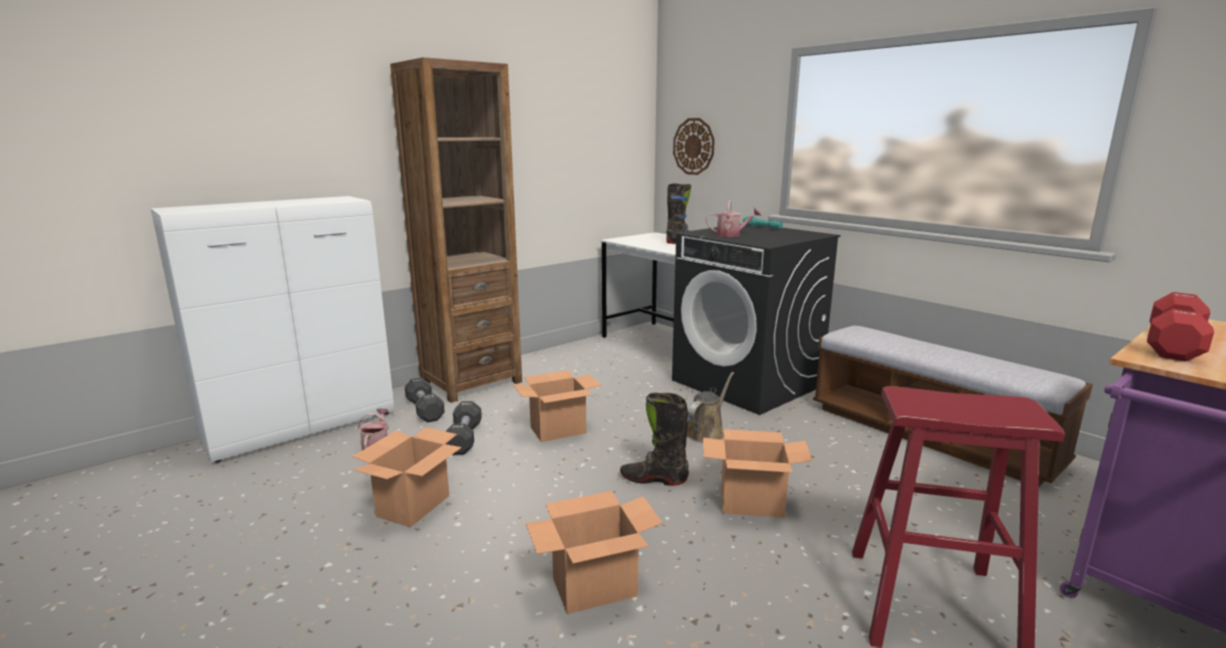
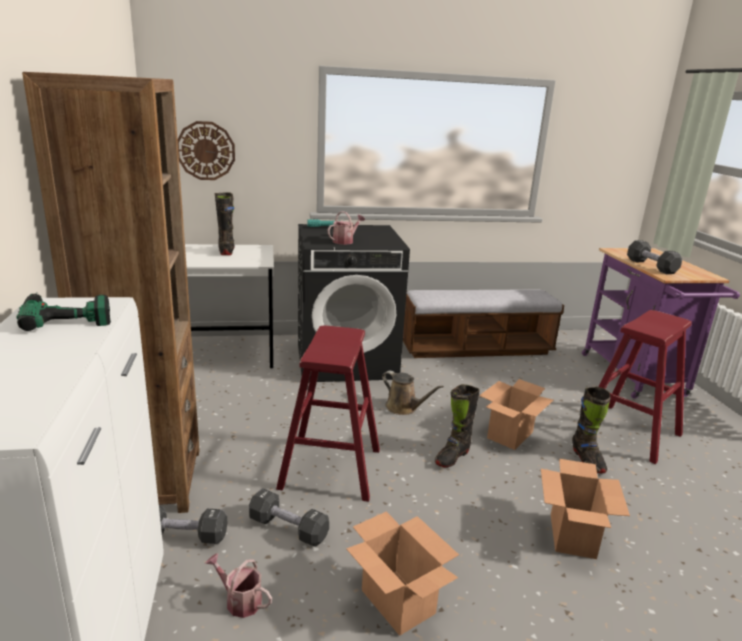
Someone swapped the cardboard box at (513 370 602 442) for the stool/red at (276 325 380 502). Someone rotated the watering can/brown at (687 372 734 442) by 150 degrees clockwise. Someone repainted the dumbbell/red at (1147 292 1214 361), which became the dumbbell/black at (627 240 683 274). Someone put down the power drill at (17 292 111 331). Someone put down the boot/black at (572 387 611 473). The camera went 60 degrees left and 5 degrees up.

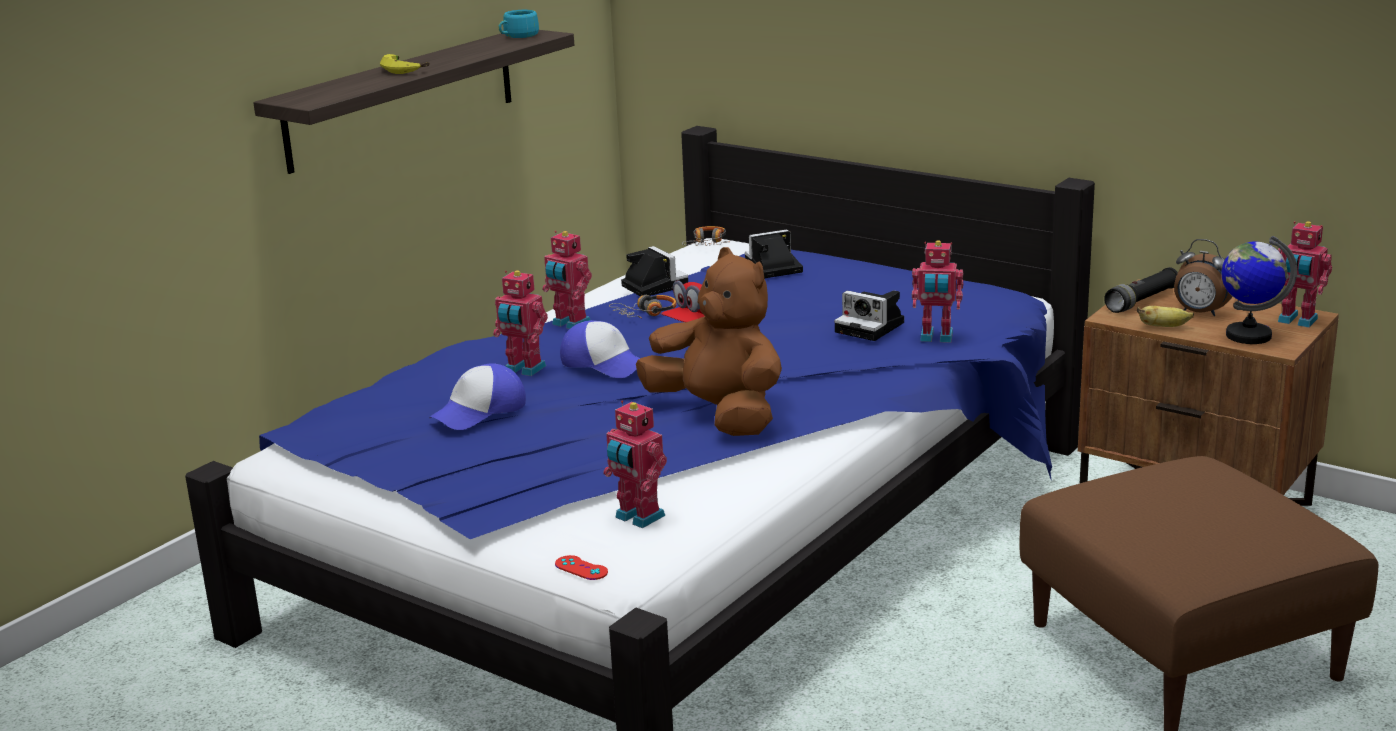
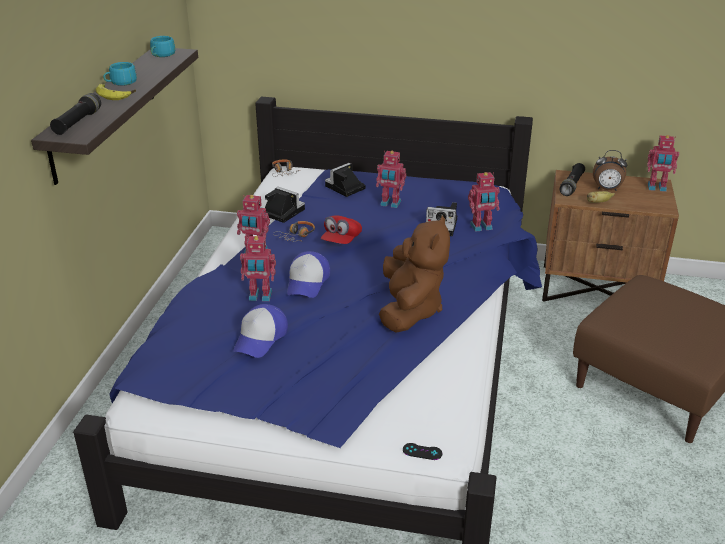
Someone repainted the game controller/red at (555 555 608 580), which became the game controller/black at (403 443 442 460). Someone rotated the cap at (560 320 640 378) by 90 degrees clockwise. Someone carried the toy robot from (603 401 667 528) to (376 151 406 208). Someone rotated the plush toy/brown at (636 247 782 436) by 75 degrees clockwise. Someone took away the globe at (1222 236 1297 344). Someone put down the flashlight/black at (50 93 101 135). Someone put down the cup/turquoise at (103 62 137 86). The camera went 25 degrees left and 10 degrees up.

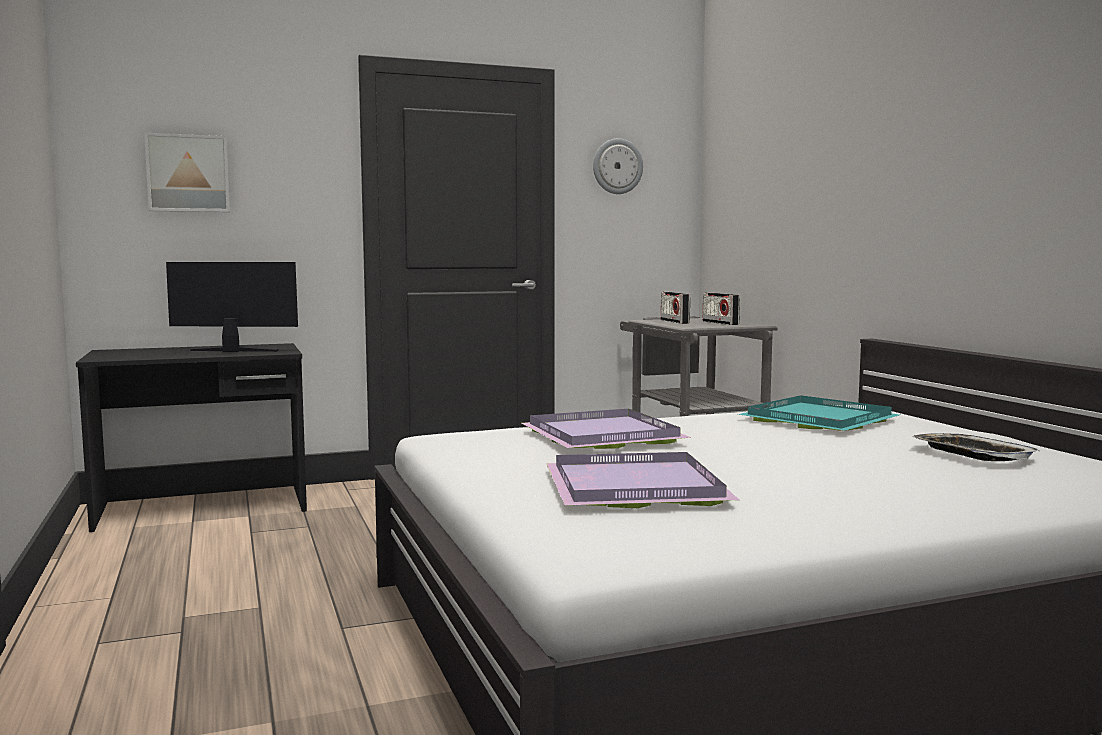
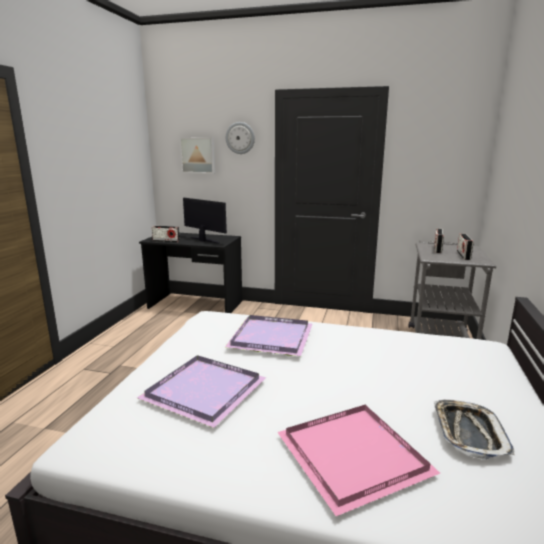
Someone carried the wall clock from (593 138 643 194) to (226 122 255 154). Someone took away the tray/turquoise at (738 395 900 431). Someone put down the radio at (152 226 180 242). Someone put down the tray/pink at (277 405 440 516). The camera went 35 degrees right and 10 degrees up.

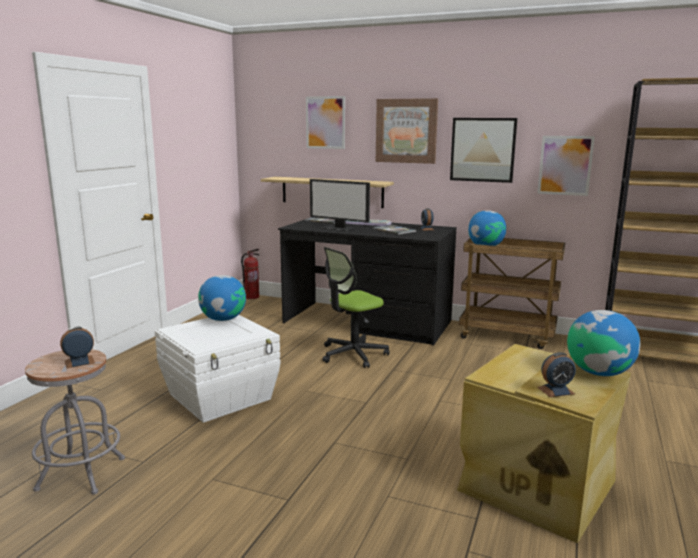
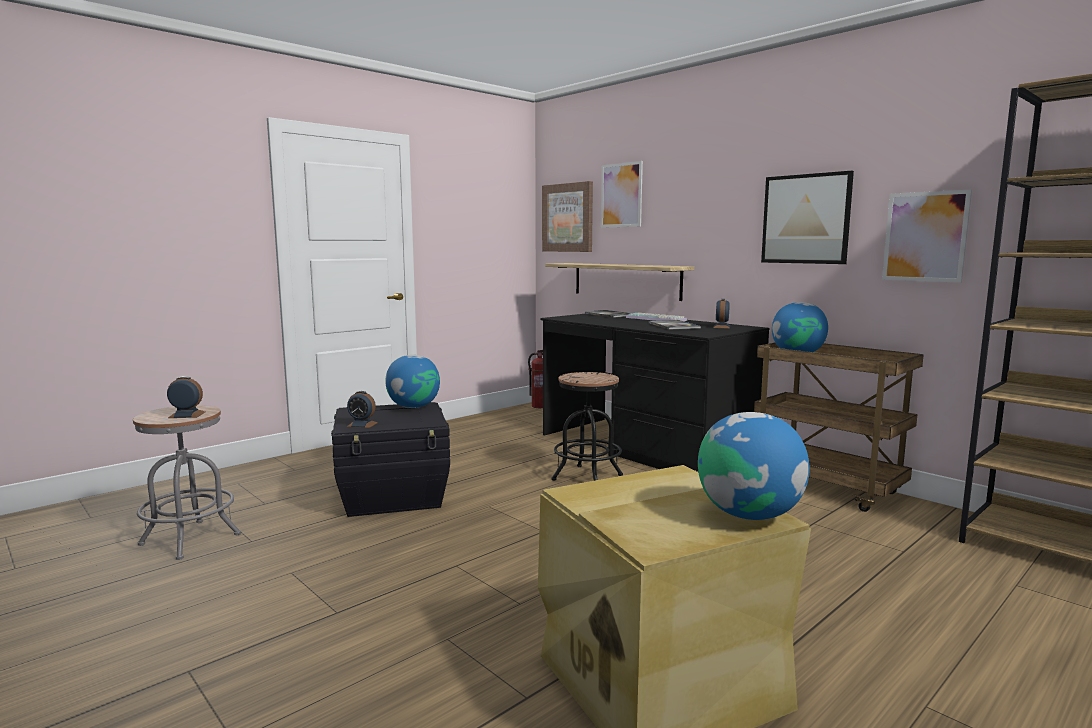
Someone repainted the storage box/white at (155 315 281 423), which became the storage box/black at (331 402 450 517). Someone took away the monitor at (310 179 370 231). Someone swapped the office chair at (322 247 389 368) for the stool/black at (551 372 623 481). Someone carried the picture from (376 98 438 164) to (542 181 593 252). Someone carried the alarm clock from (537 352 576 397) to (347 391 377 428). The camera went 25 degrees right and 5 degrees down.

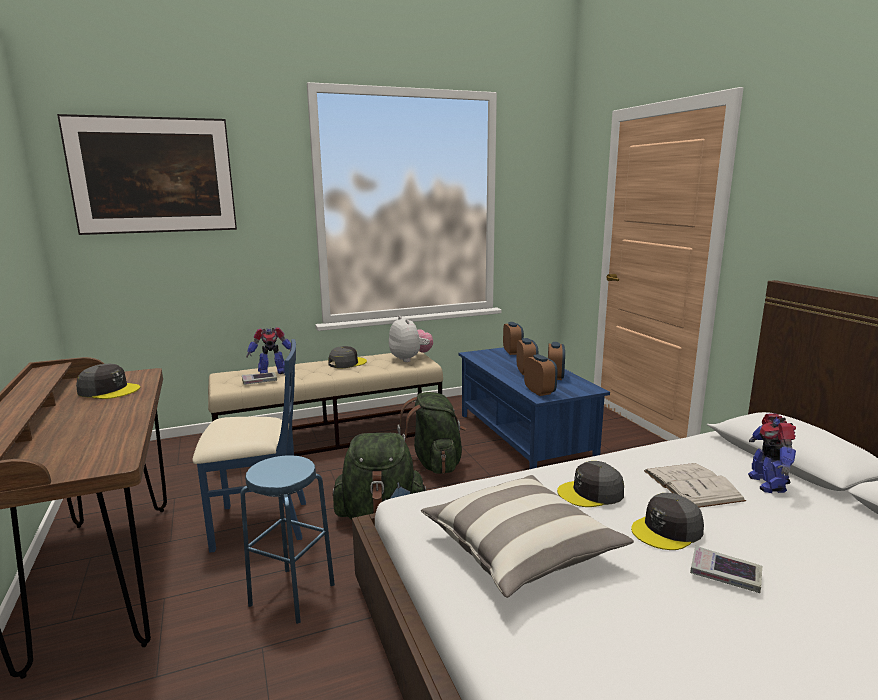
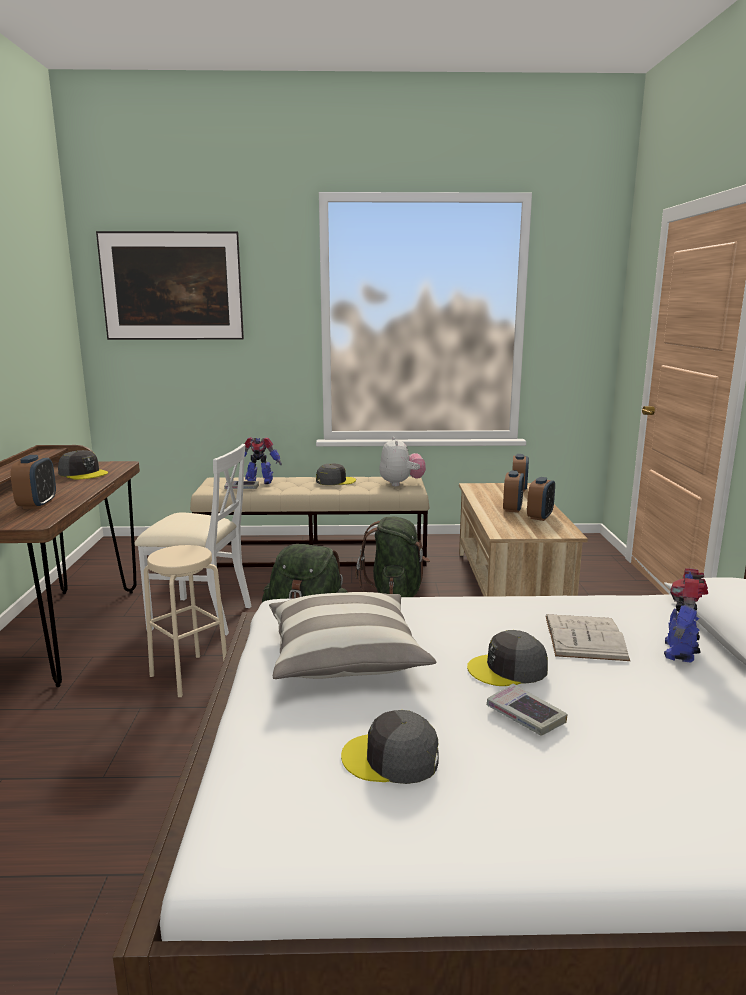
Someone repainted the chair/blue at (192 339 306 553), which became the chair/white at (134 444 251 635). Someone repainted the stool/blue at (240 455 335 624), which became the stool/beige at (144 545 227 697). Someone repainted the coffee table/blue at (459 347 610 469), which became the coffee table/beige at (459 483 588 597). Someone carried the alarm clock from (524 354 557 396) to (11 455 56 509). Someone carried the cap/grey from (557 461 624 507) to (341 710 439 784). The camera went 20 degrees right and 0 degrees up.

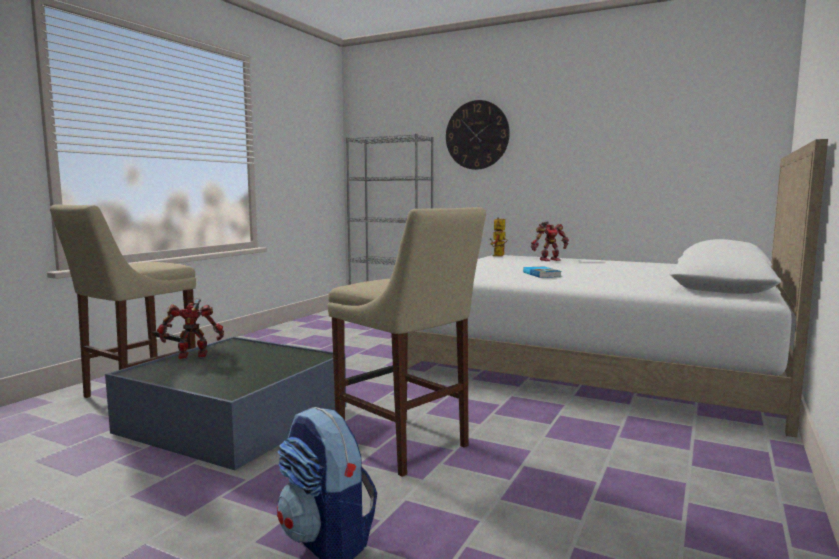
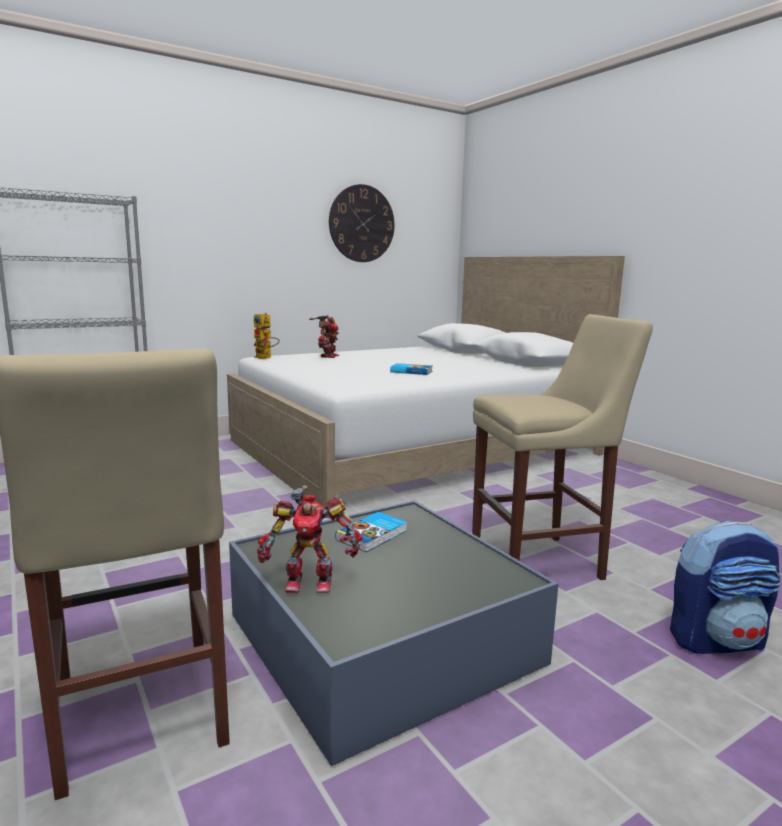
Someone rotated the toy robot at (157 299 224 359) by 105 degrees counterclockwise. Someone carried the wall clock from (446 100 510 170) to (329 184 395 262). Someone put down the book at (335 512 407 552). The camera went 60 degrees left and 5 degrees up.

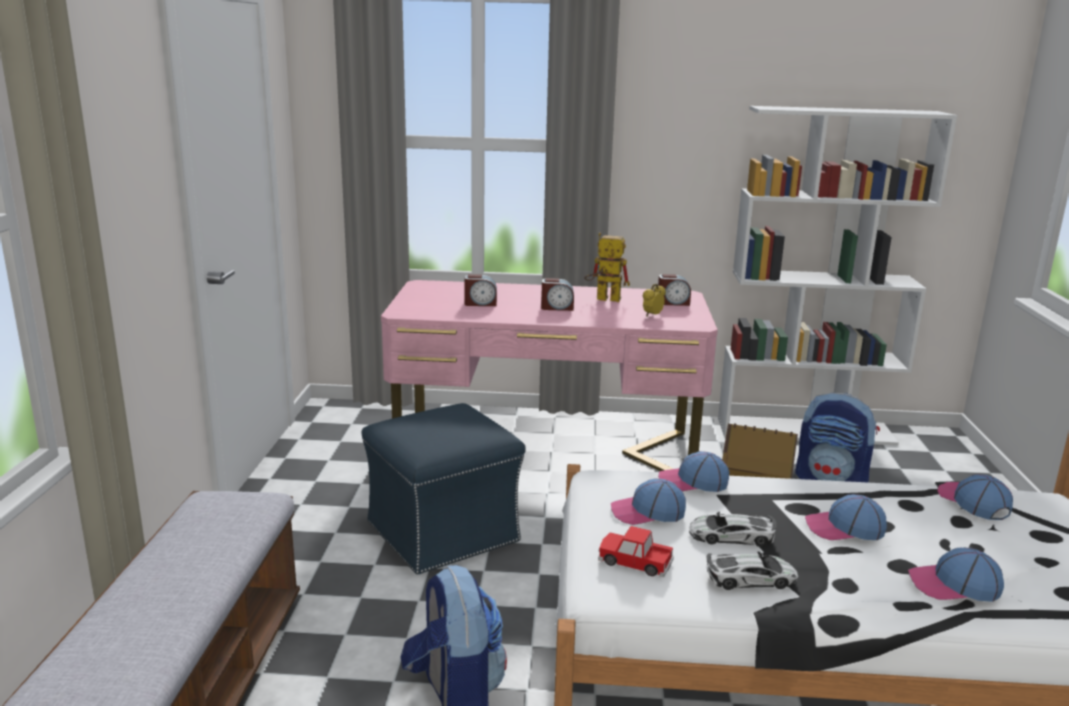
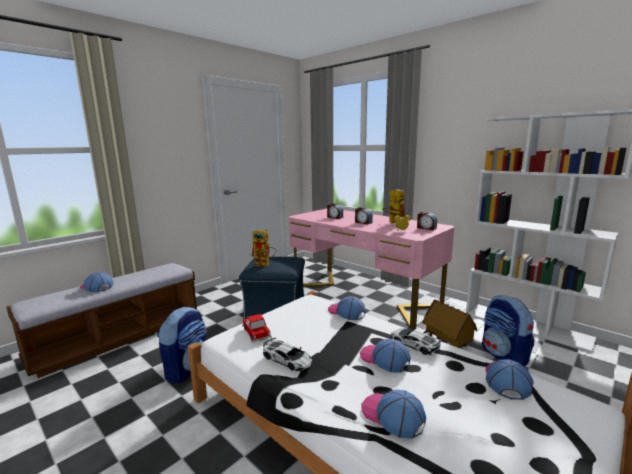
Someone carried the cap from (611 478 686 525) to (80 272 113 292). Someone carried the toy car from (689 512 777 547) to (390 328 442 355). Someone put down the toy robot at (251 229 277 267). The camera went 40 degrees right and 5 degrees down.

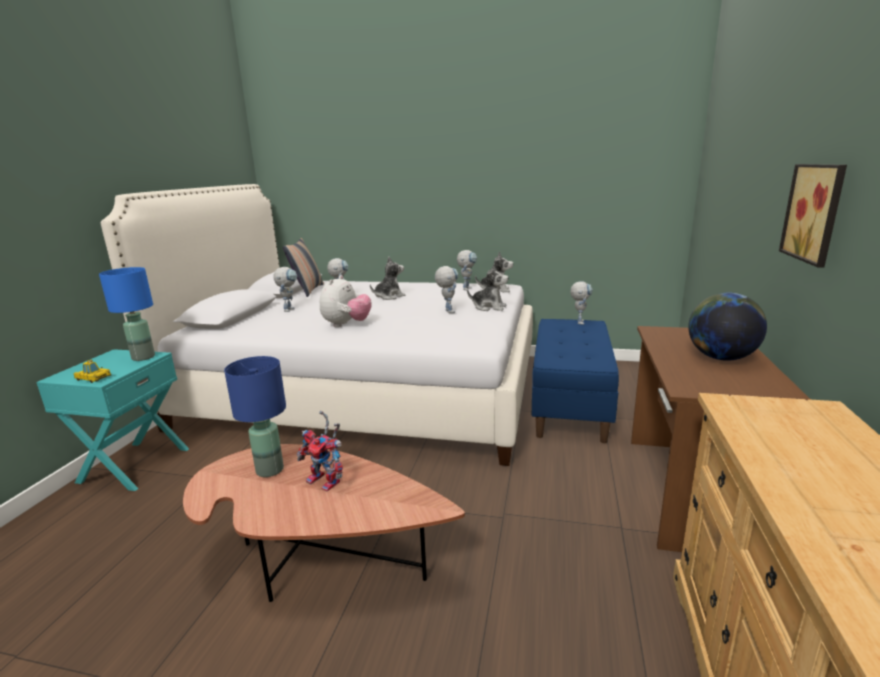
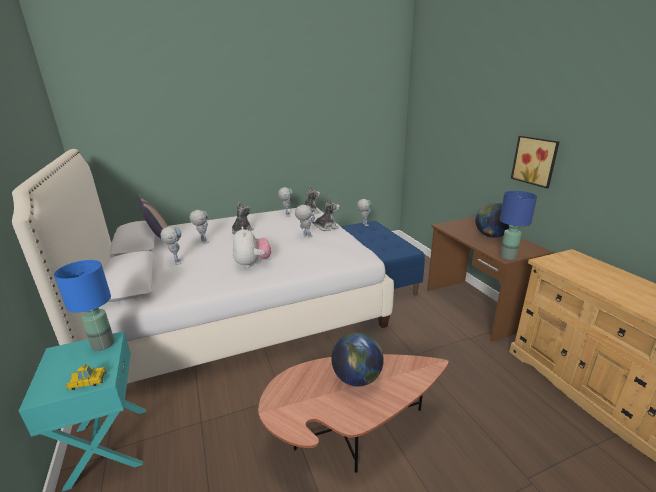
Someone carried the table lamp/blue from (224 356 286 477) to (500 191 537 260). Someone swapped the toy robot at (297 411 343 492) for the globe at (331 332 384 387). The camera went 35 degrees left and 5 degrees up.

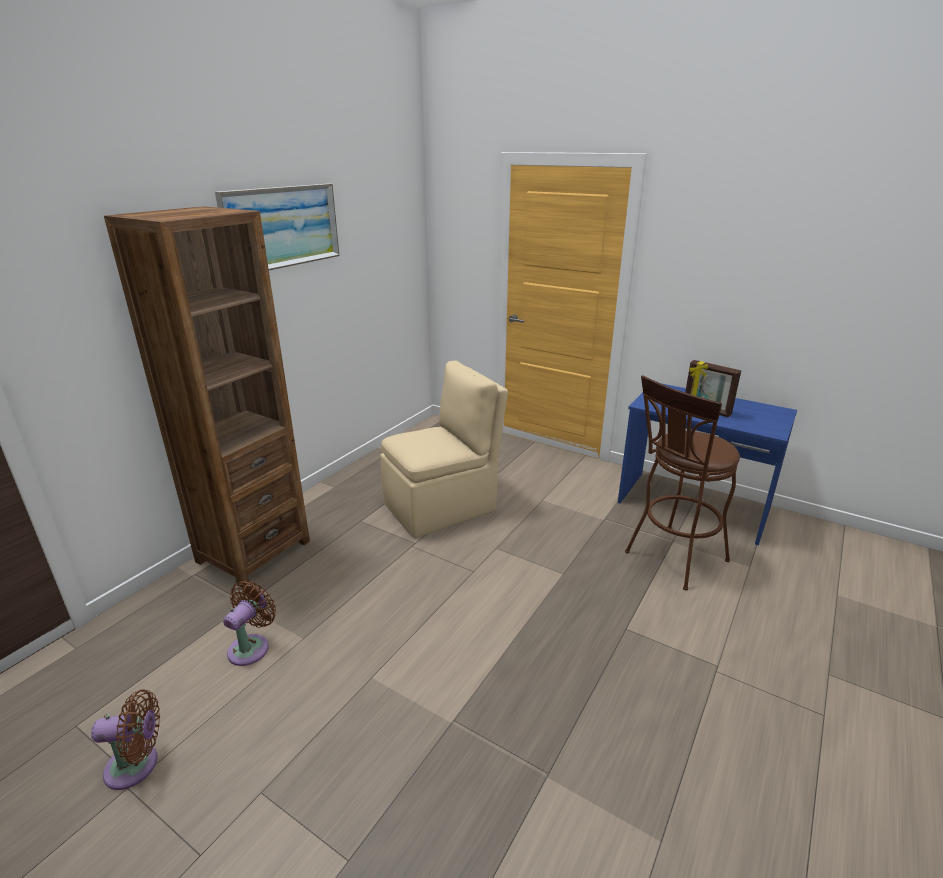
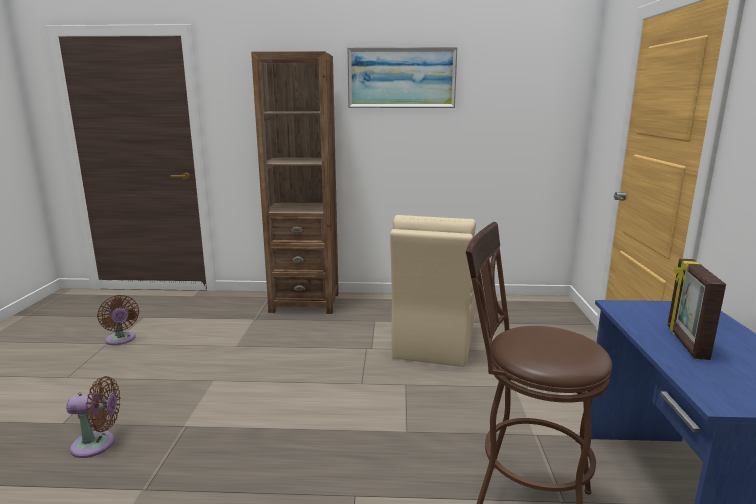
Someone carried the fan/brown from (223 580 276 666) to (66 376 121 458). Someone rotated the chair/beige at (380 361 508 538) by 75 degrees clockwise. The camera went 60 degrees right and 10 degrees down.

